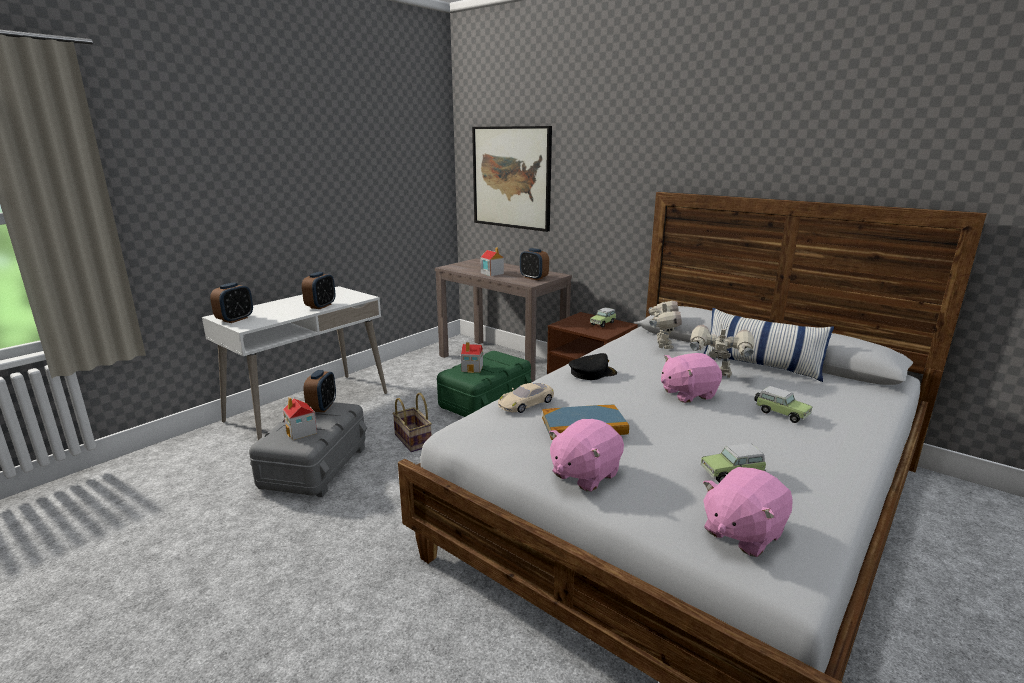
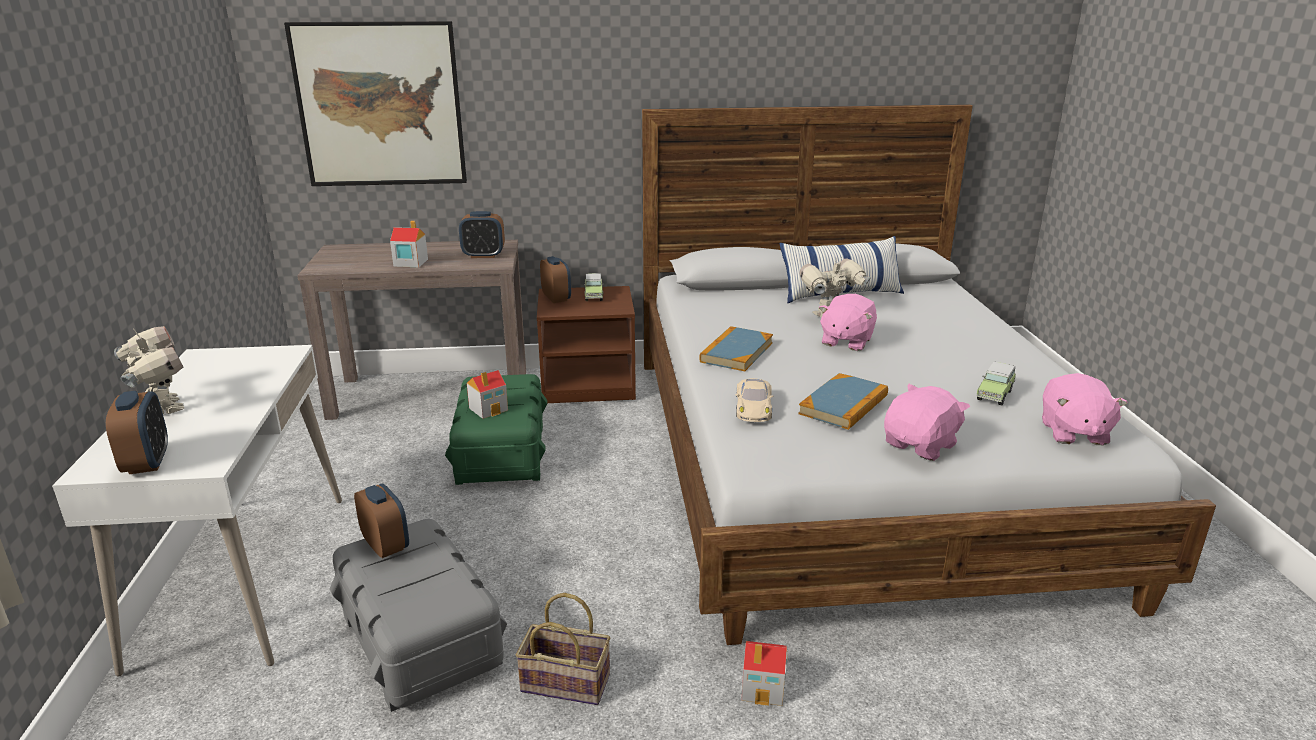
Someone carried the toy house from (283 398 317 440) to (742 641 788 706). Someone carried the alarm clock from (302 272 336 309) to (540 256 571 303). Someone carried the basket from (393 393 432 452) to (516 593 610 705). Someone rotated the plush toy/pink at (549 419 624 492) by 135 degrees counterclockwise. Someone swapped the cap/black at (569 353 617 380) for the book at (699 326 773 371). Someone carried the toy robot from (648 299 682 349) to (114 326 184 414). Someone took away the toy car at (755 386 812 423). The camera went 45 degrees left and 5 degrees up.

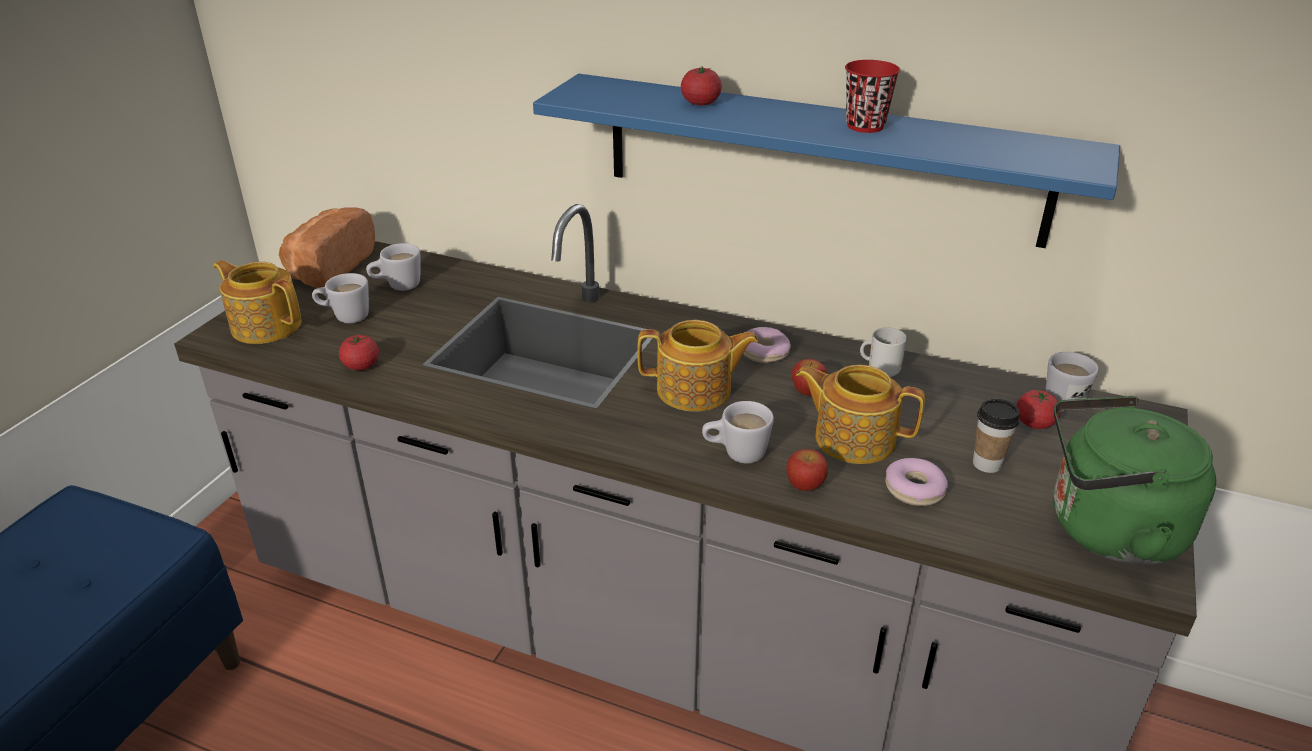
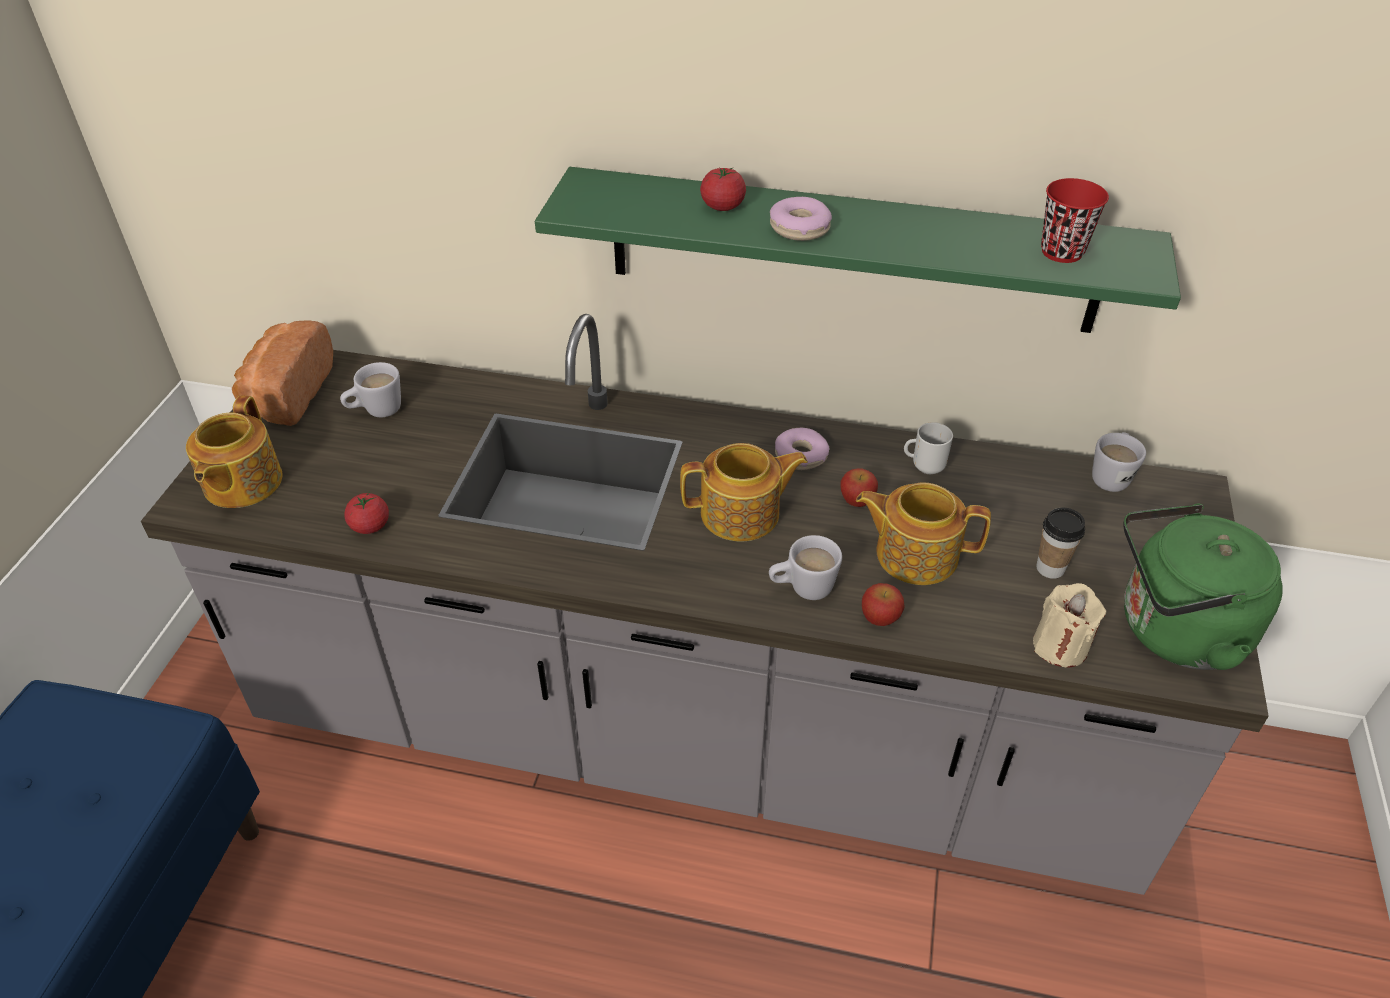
Someone rotated the teapot at (213 260 302 344) by 105 degrees counterclockwise. Someone took away the mug/white at (312 273 369 323). Someone repainted the shelf/blue at (533 74 1120 248), which became the shelf/green at (535 167 1181 333). Someone carried the cup/red from (845 60 900 133) to (1041 178 1109 263). Someone carried the donut from (885 458 948 506) to (770 197 832 241). Someone took away the tomato at (1016 390 1061 429). Someone put down the candle/beige at (1033 583 1106 668). The camera went 10 degrees left and 10 degrees up.

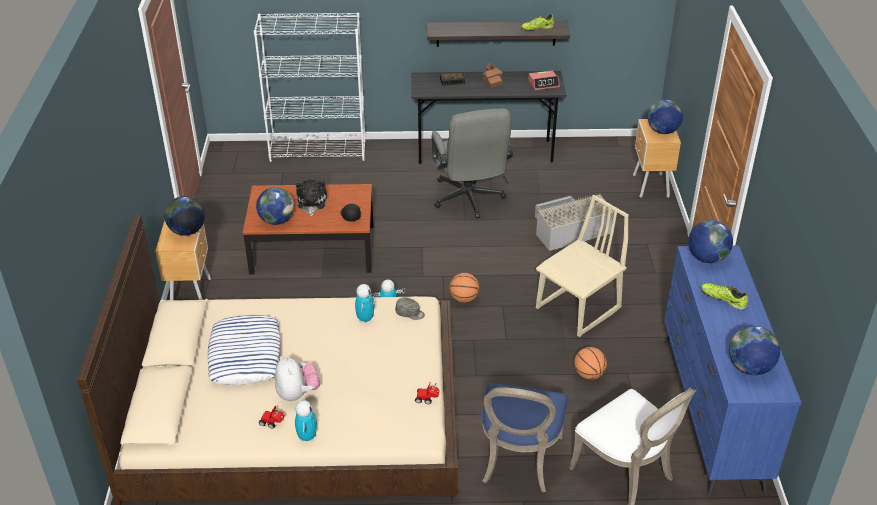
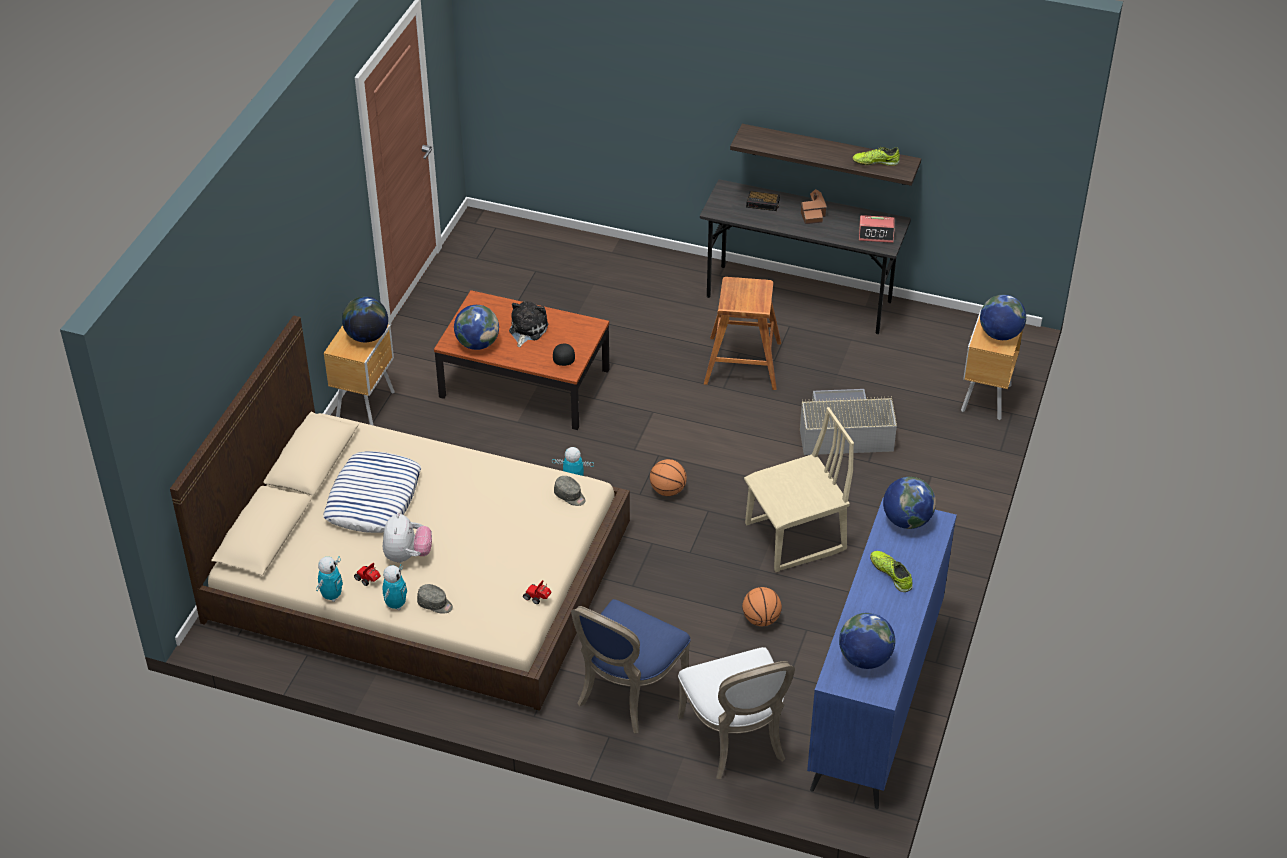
Someone took away the bookcase/white at (254 13 366 162). Someone carried the toy robot from (355 284 375 323) to (316 556 343 602). Someone swapped the office chair/grey at (432 108 513 218) for the stool/brown at (704 277 781 390). Someone put down the cap/grey at (417 584 453 614). The camera went 20 degrees right and 5 degrees up.

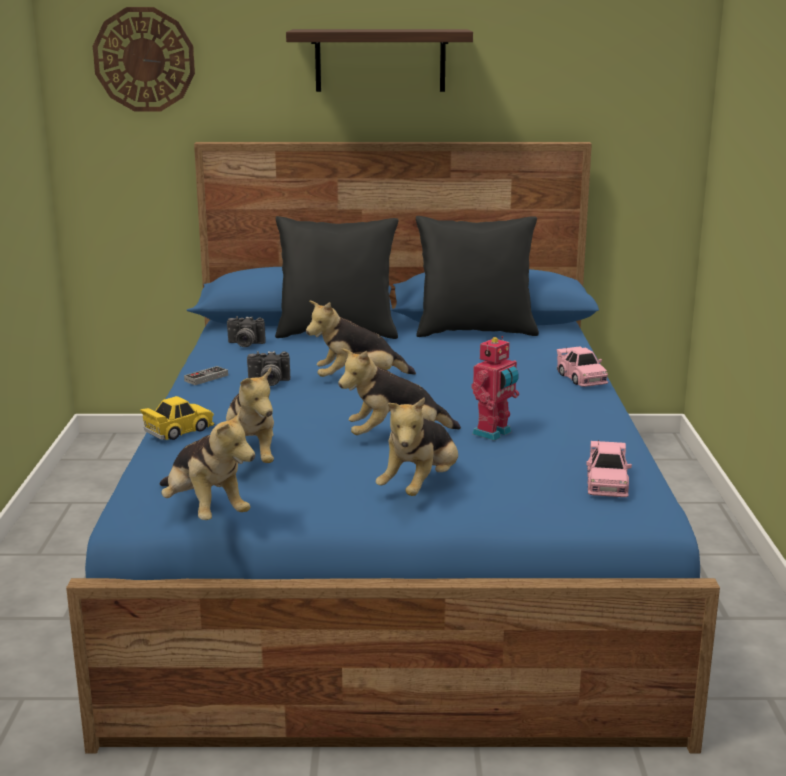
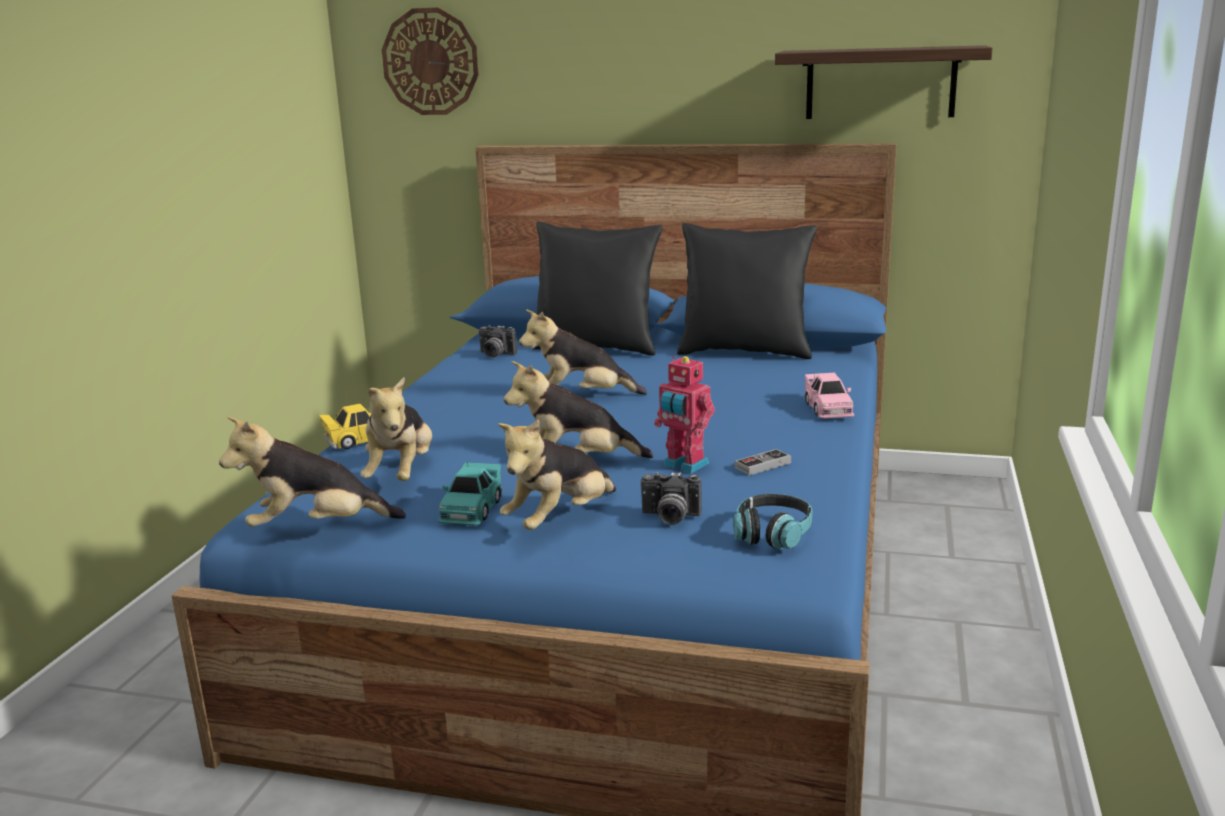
Someone rotated the plush toy at (160 408 255 520) by 105 degrees clockwise. Someone carried the game controller from (184 366 228 385) to (735 449 791 476). Someone carried the photo camera from (247 351 290 386) to (641 472 702 525). Someone carried the shelf from (286 29 473 92) to (775 45 993 119). Someone rotated the toy robot at (472 336 519 441) by 75 degrees clockwise. Someone swapped the toy car/pink at (586 440 632 497) for the headphones at (733 494 812 549). Someone put down the toy car/turquoise at (438 461 502 526). The camera went 15 degrees right and 0 degrees up.

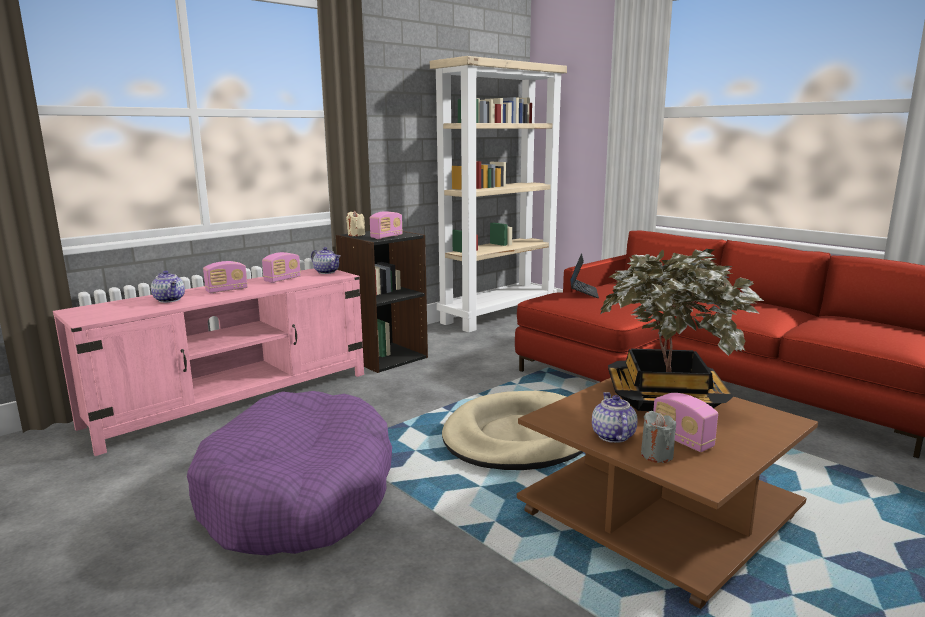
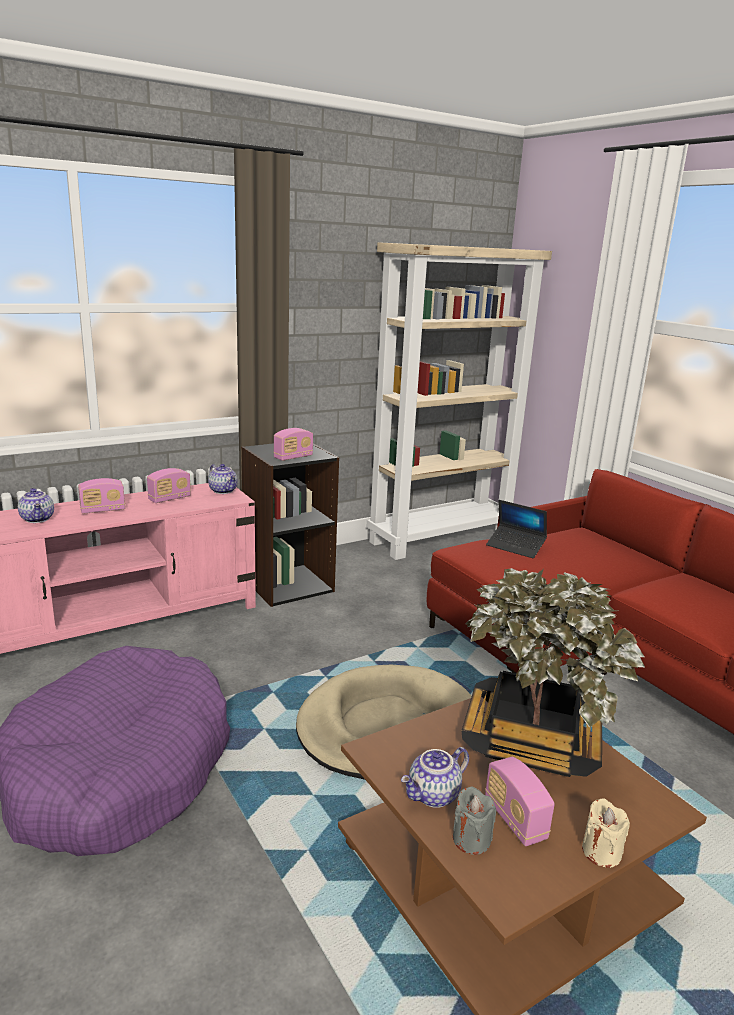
Someone carried the candle/beige from (346 211 365 236) to (582 798 630 868). Someone rotated the laptop at (570 253 599 298) by 105 degrees clockwise. Someone rotated the teapot at (592 392 638 443) by 135 degrees counterclockwise. The camera went 10 degrees right and 5 degrees up.

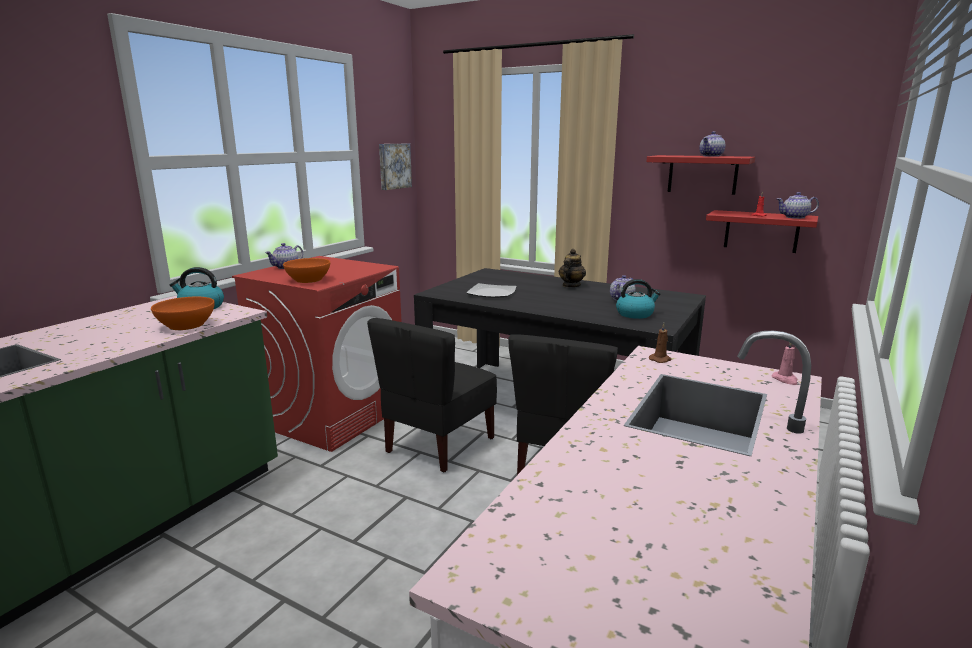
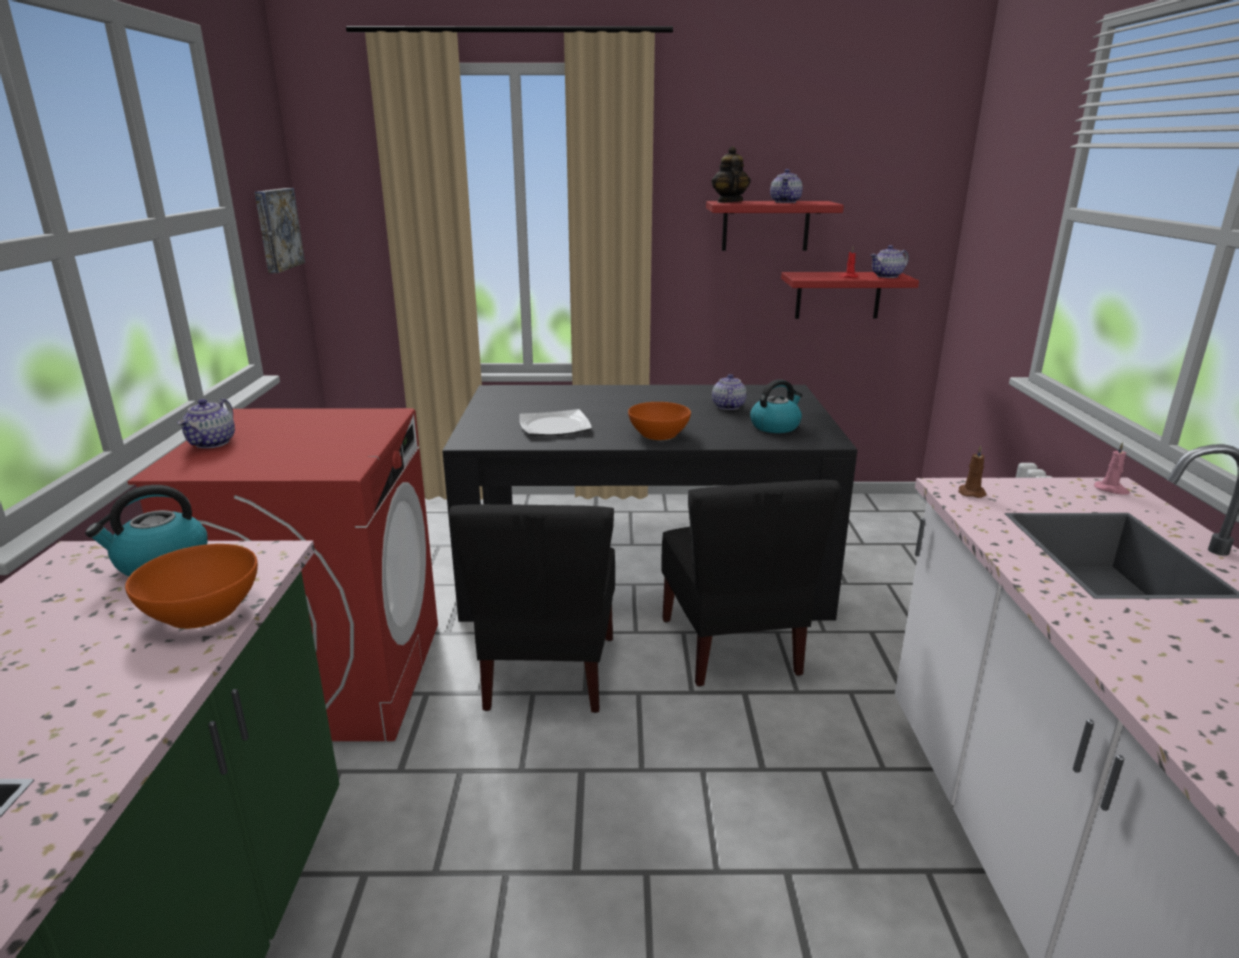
Someone carried the bowl/orange from (283 258 330 283) to (628 402 691 440). Someone carried the teapot from (559 249 586 287) to (711 146 751 203). The camera went 30 degrees left and 5 degrees up.

